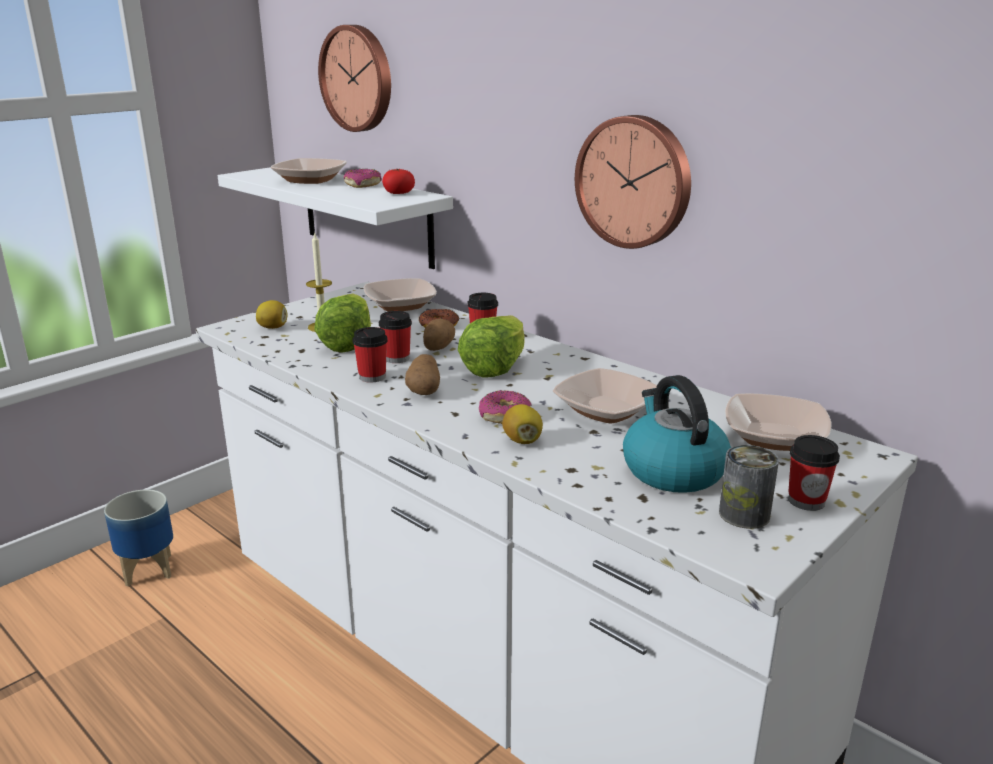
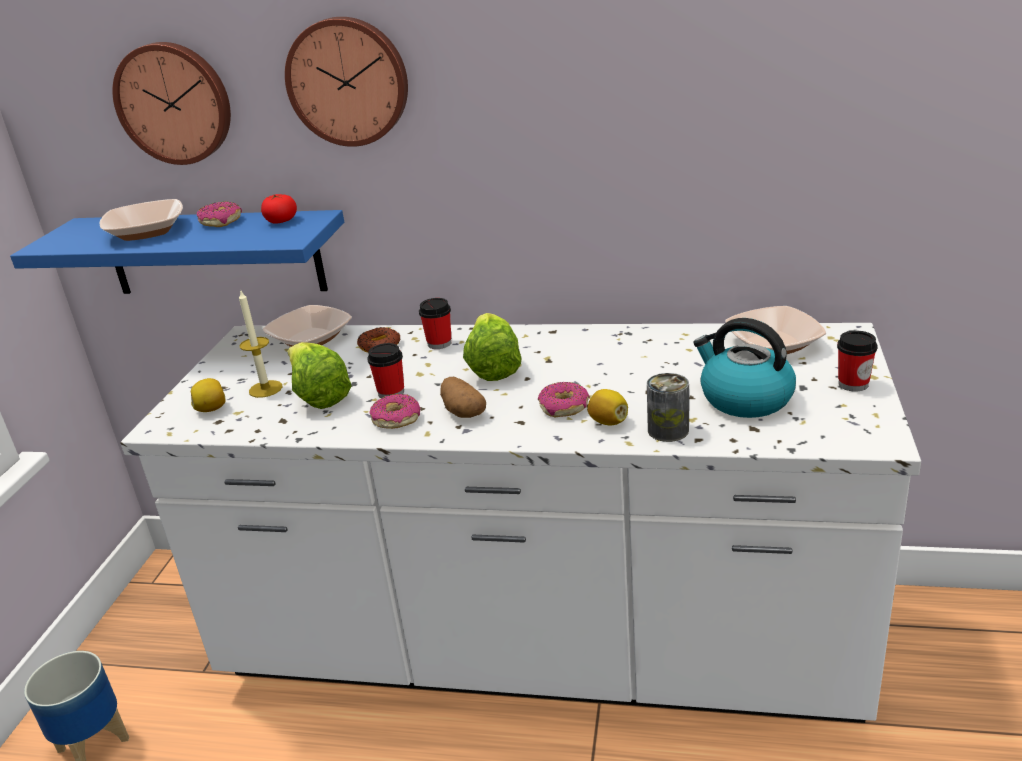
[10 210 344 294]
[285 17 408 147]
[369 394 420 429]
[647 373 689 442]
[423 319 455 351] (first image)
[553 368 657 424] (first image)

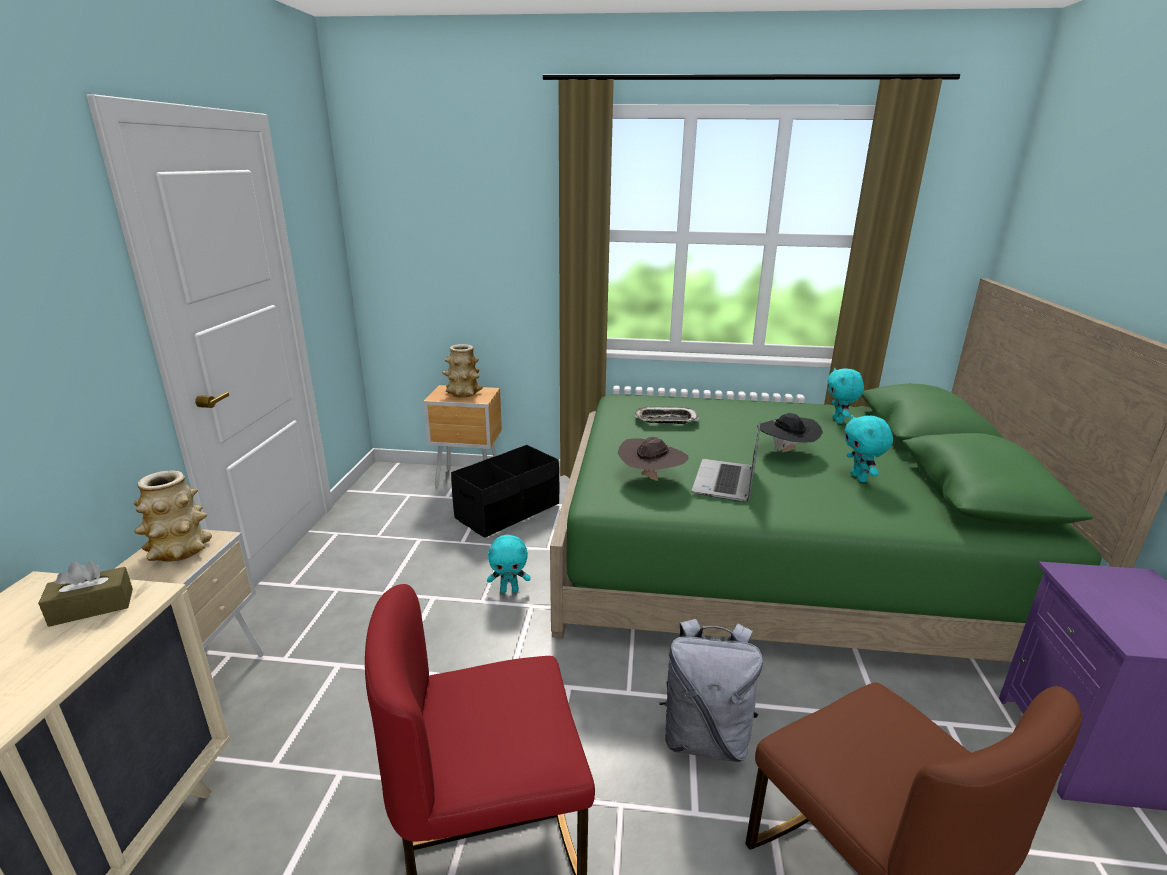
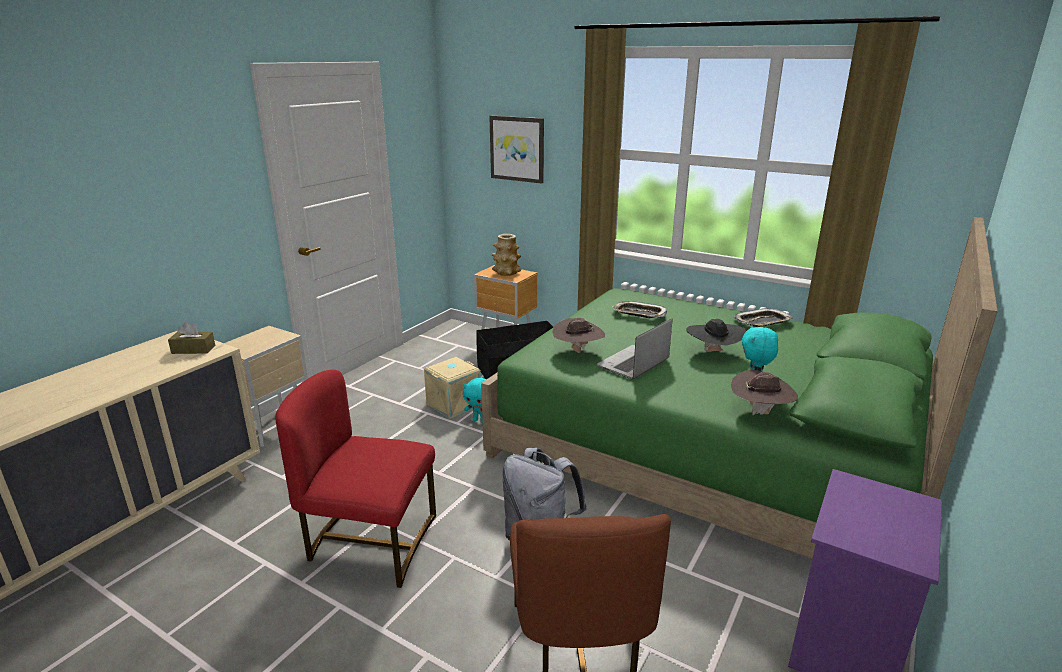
[424 357 481 419]
[489 116 544 183]
[731 370 798 415]
[733 308 793 327]
[134 470 212 561] (first image)
[827 368 864 424] (first image)

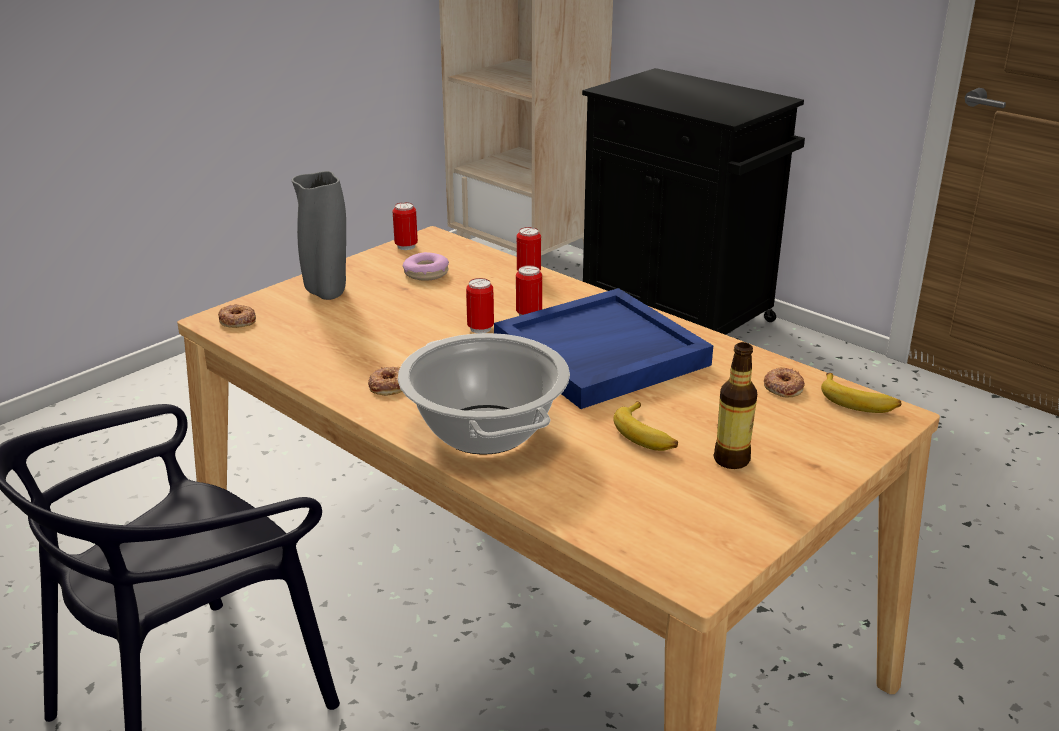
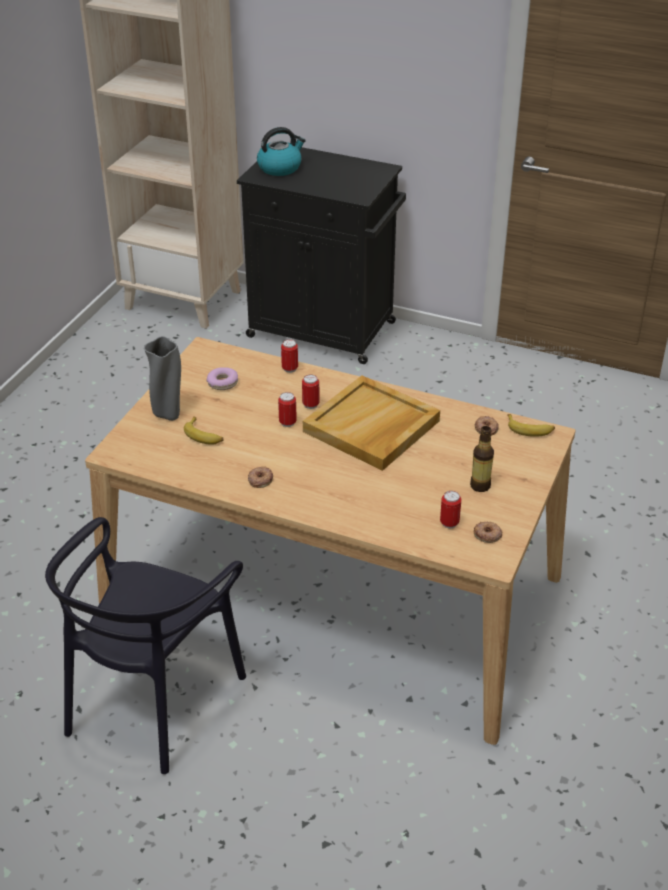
[184 417 223 445]
[257 127 306 176]
[303 375 440 471]
[440 491 461 528]
[474 522 502 543]
[398 333 570 455] (first image)

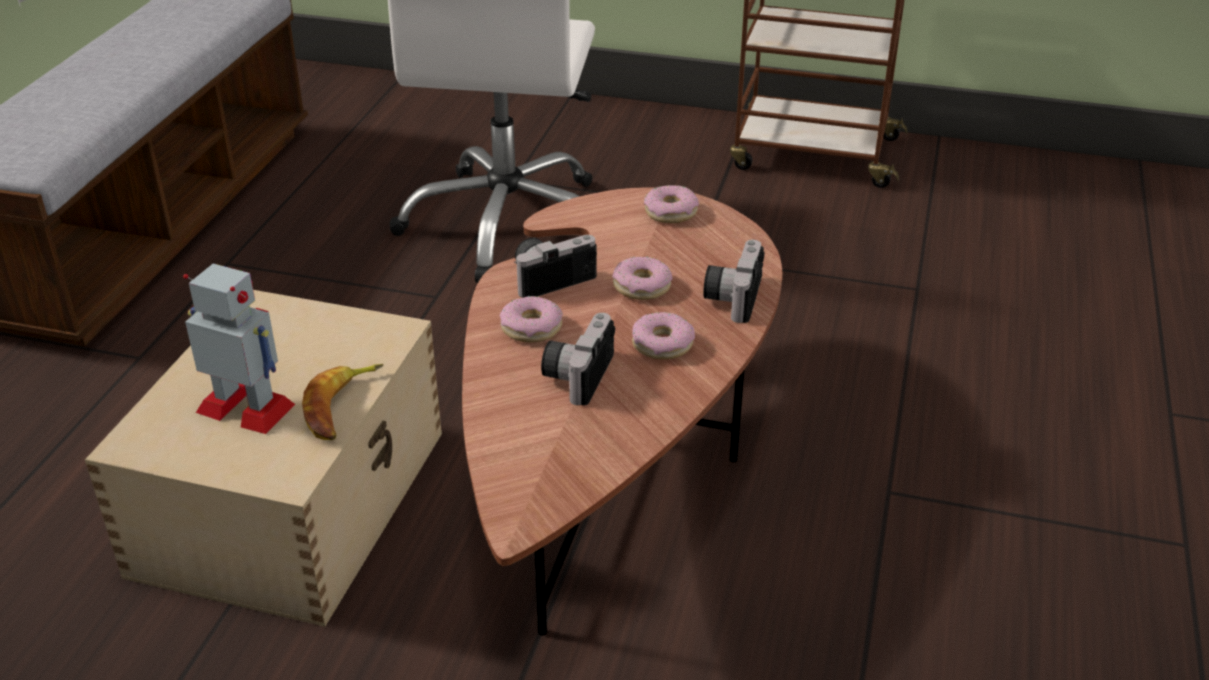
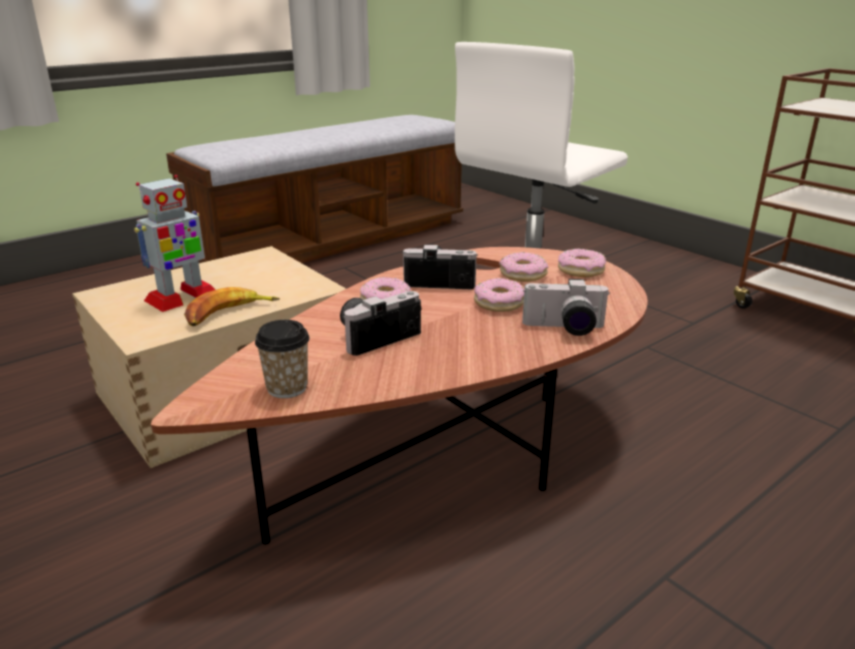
[134 175 215 312]
[255 320 309 398]
[499 252 548 282]
[522 279 610 336]

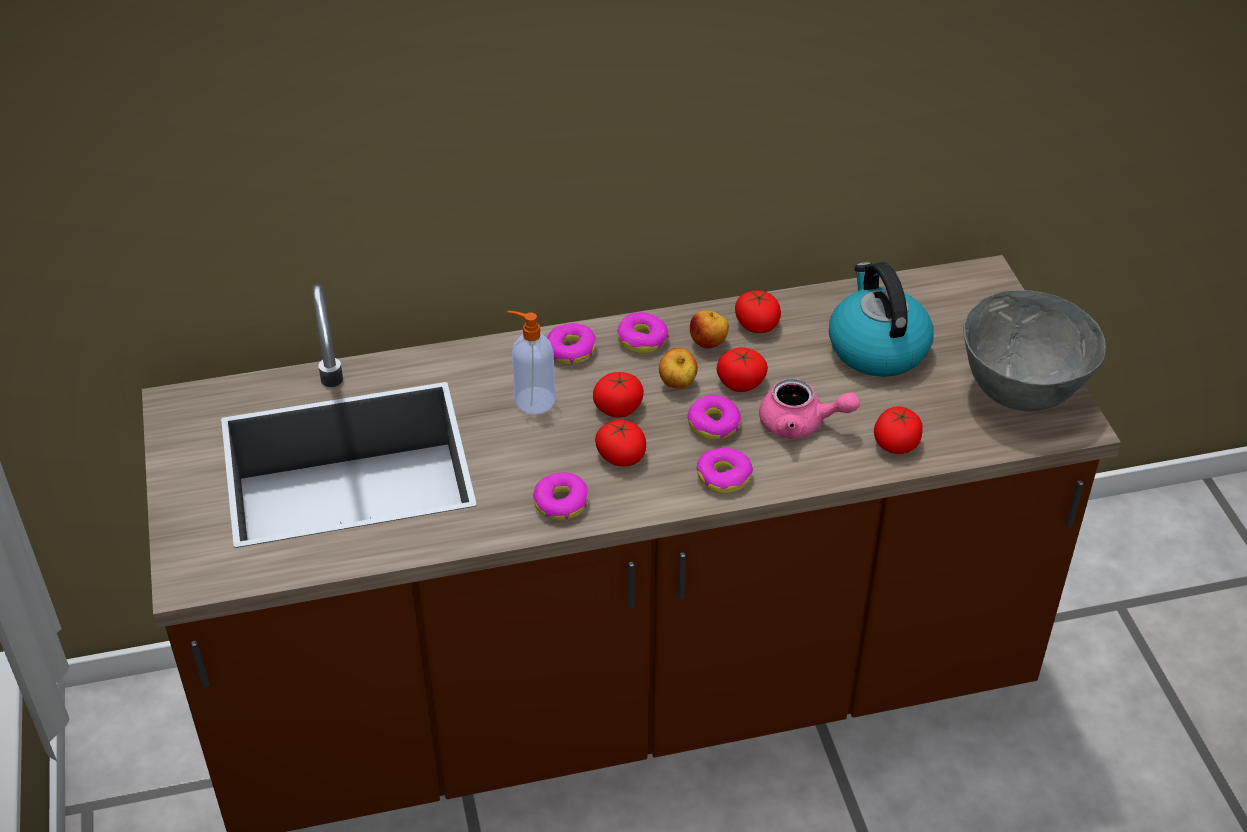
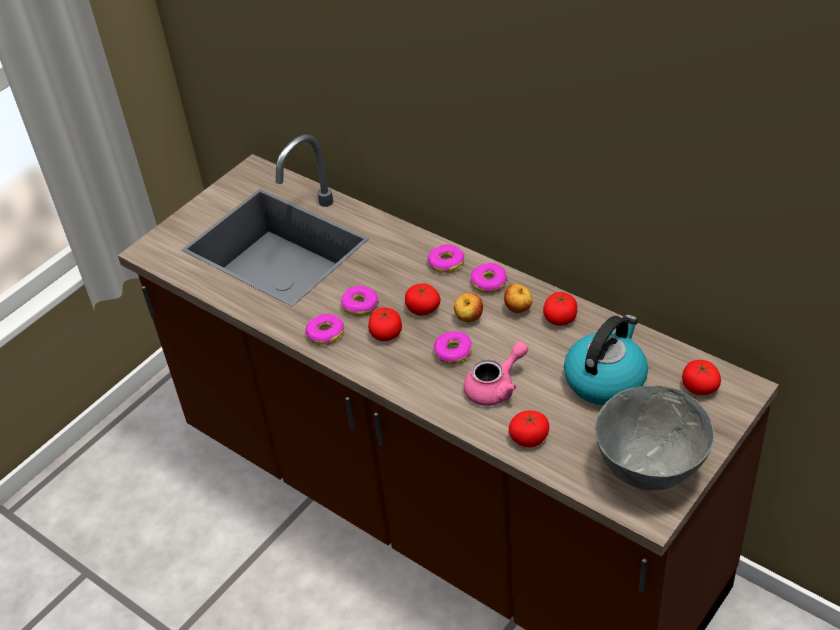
[341 286 379 317]
[464 341 528 406]
[682 360 721 395]
[507 311 555 414] (first image)

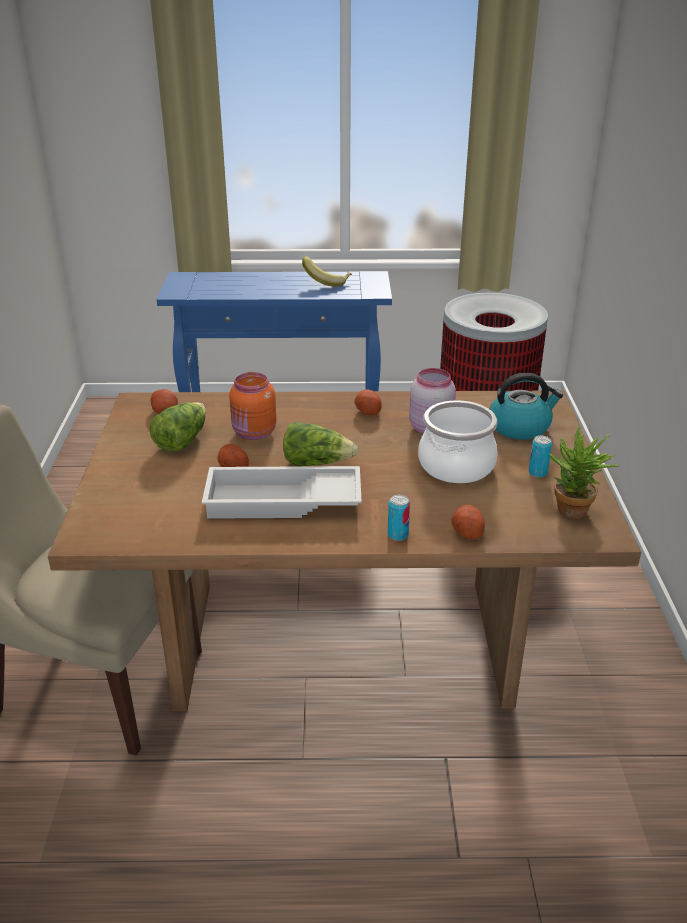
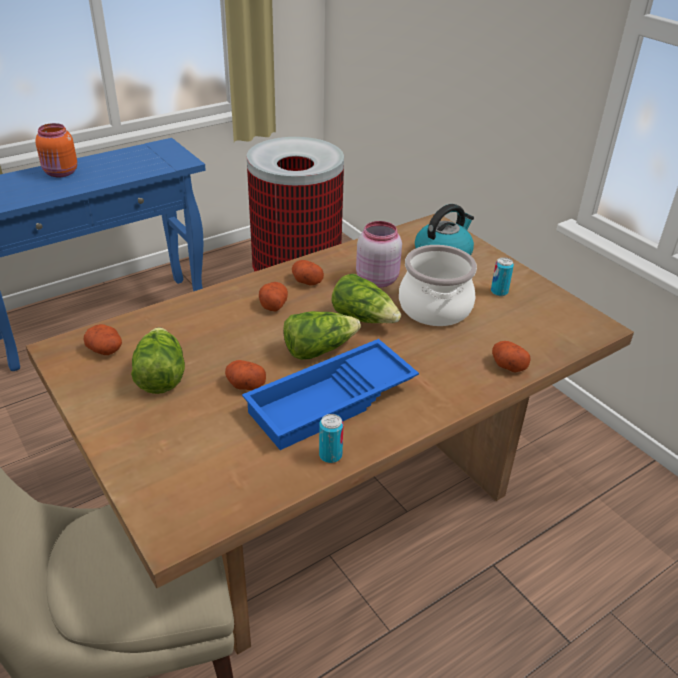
[35 123 77 177]
[242 339 419 450]
[259 282 288 311]
[319 414 343 463]
[332 274 401 323]
[302 256 352 287] (first image)
[549 426 620 519] (first image)

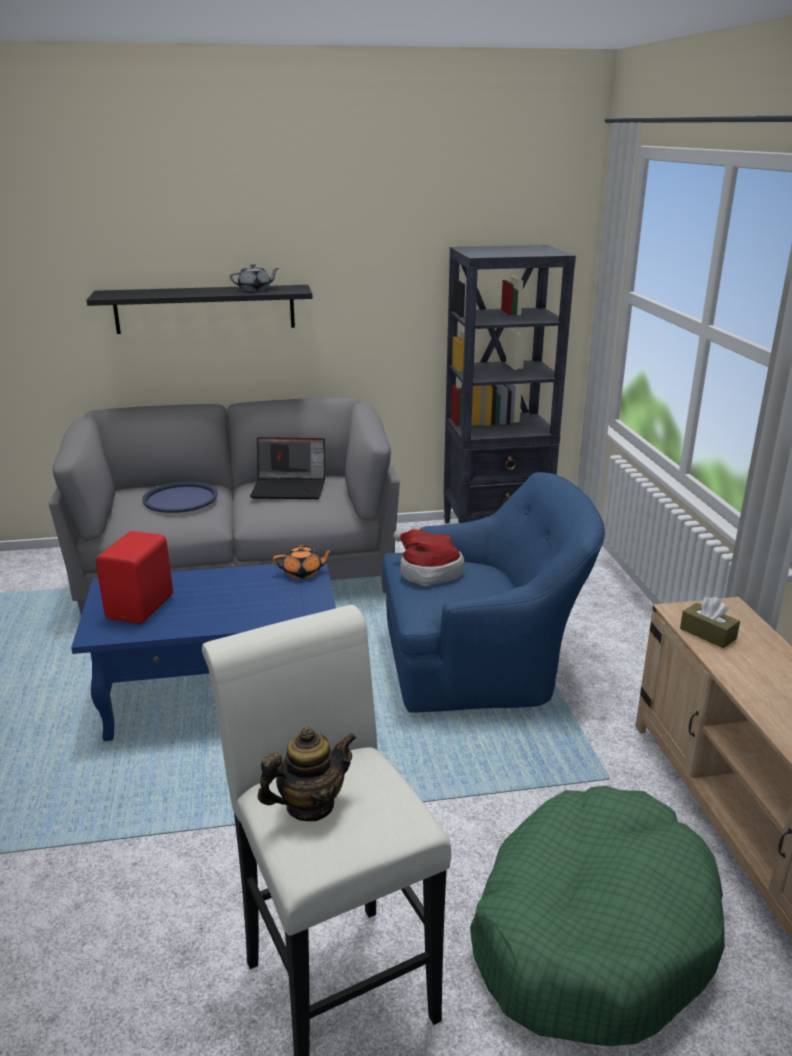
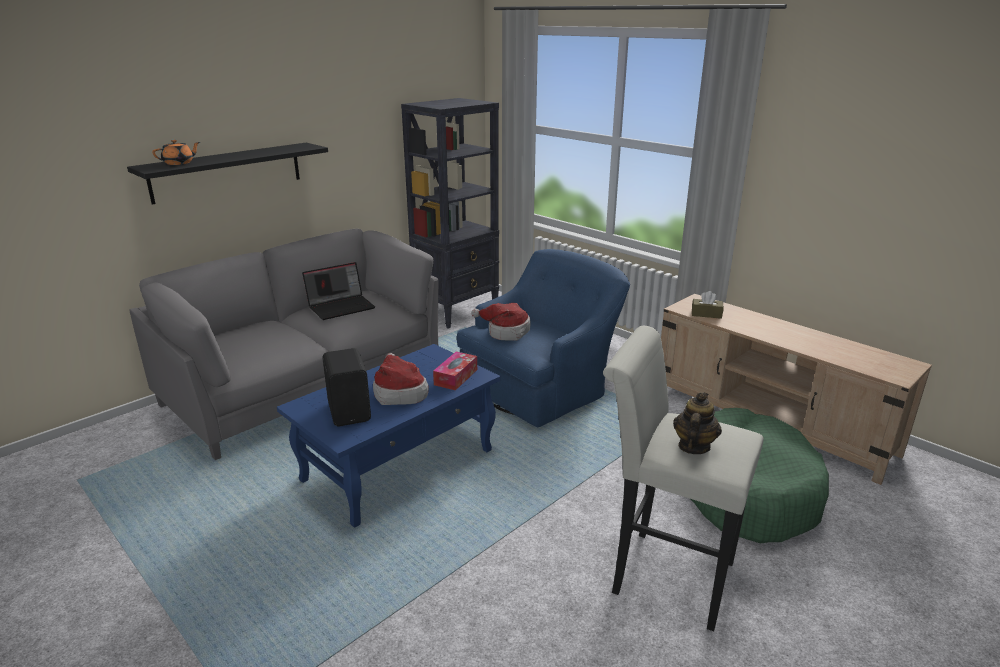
[152 140 200 165]
[322 348 371 426]
[373 353 429 405]
[433 351 477 391]
[142 482 218 513] (first image)
[230 264 279 291] (first image)

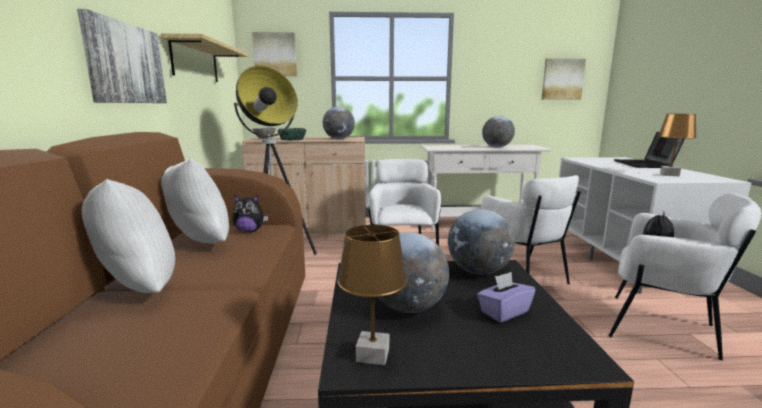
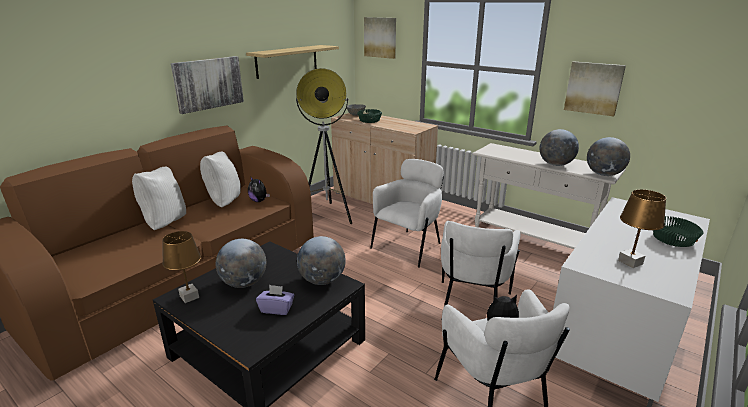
[564 61 626 116]
[587 137 630 176]
[653 216 704 247]

